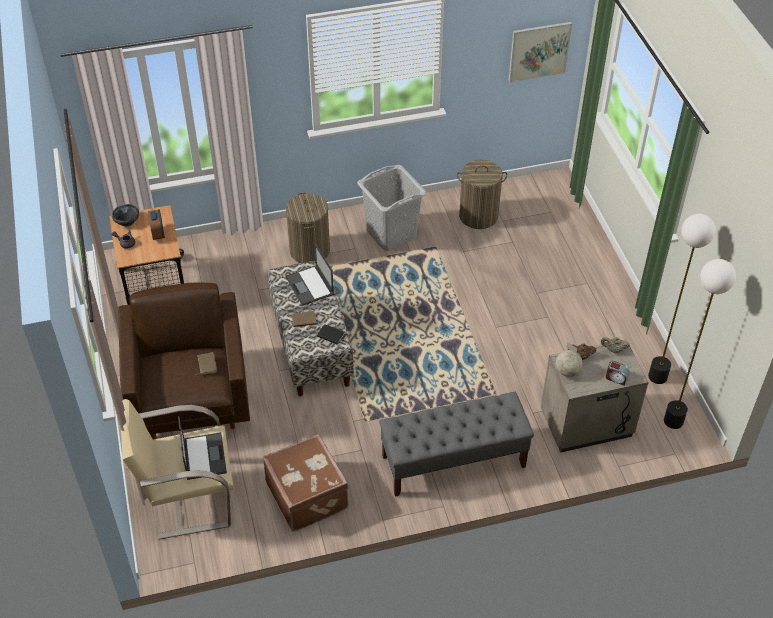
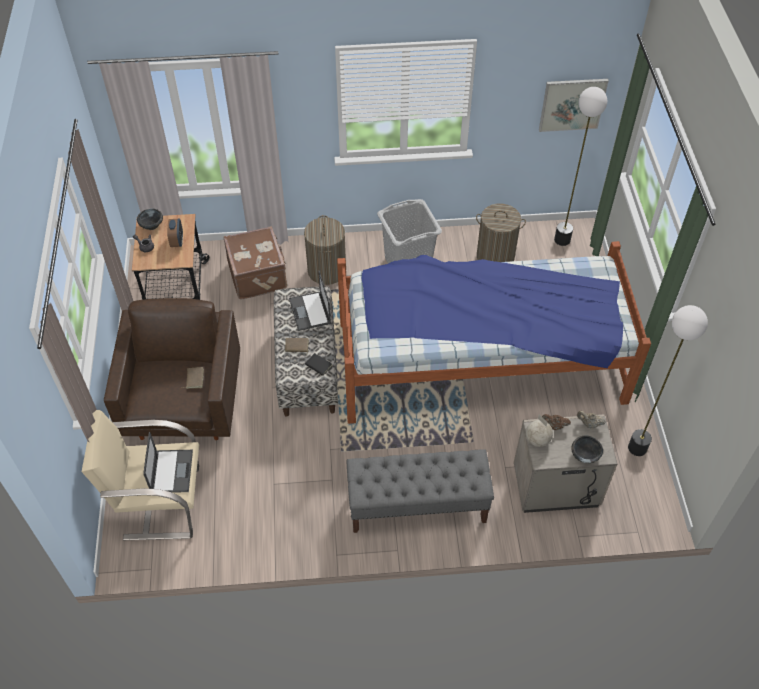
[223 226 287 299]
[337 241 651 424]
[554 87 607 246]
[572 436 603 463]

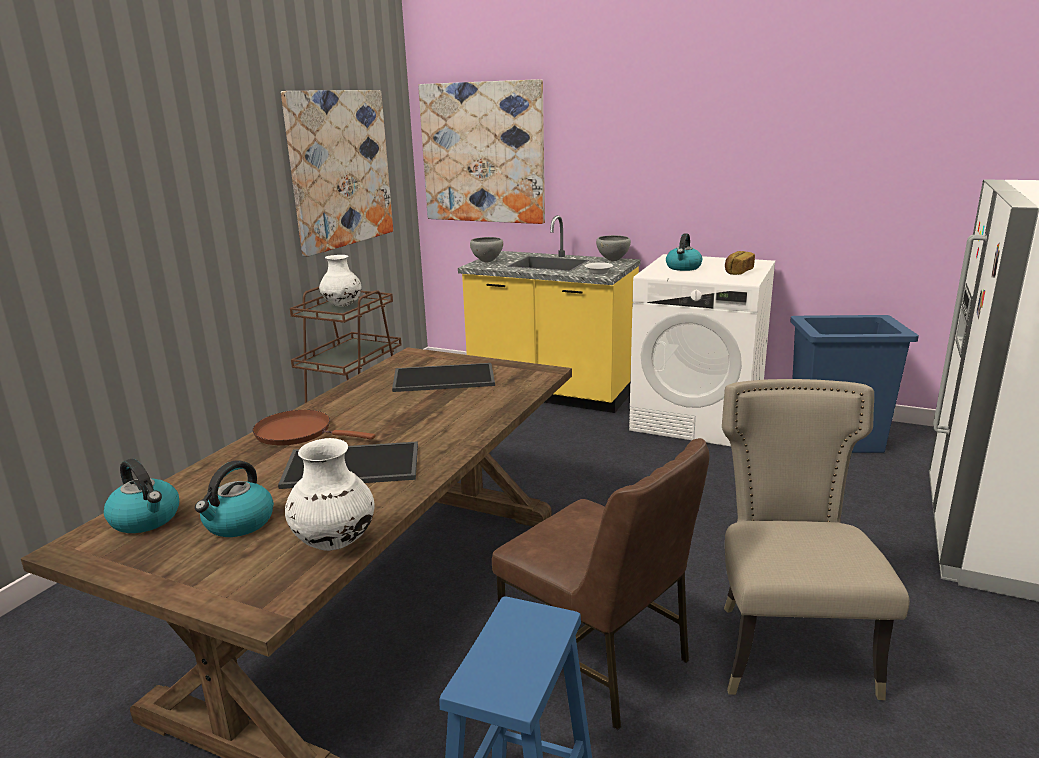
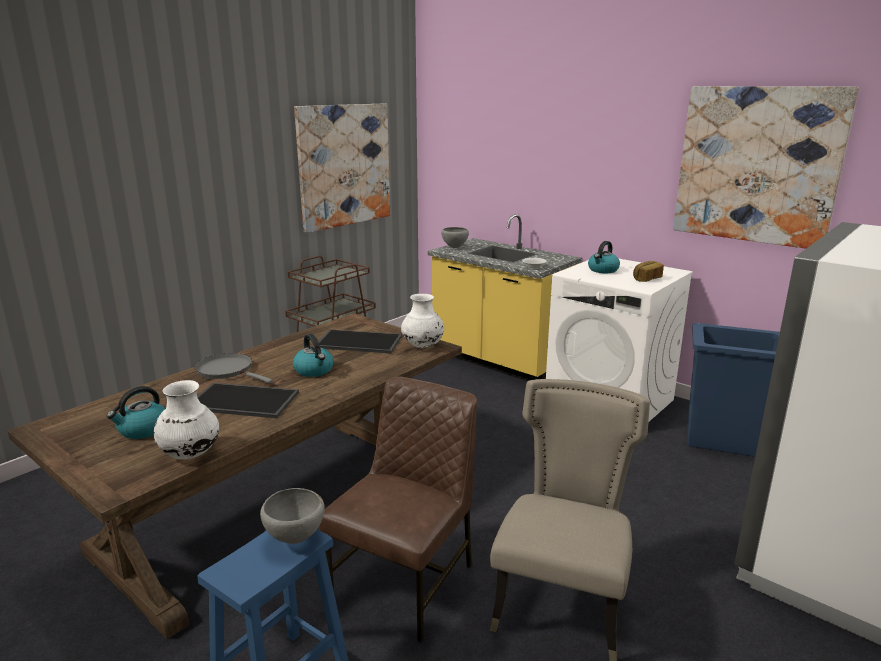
[195 353 273 383]
[260 488 325 544]
[293 334 334 377]
[319 376 477 643]
[401 294 444 348]
[673 86 859 249]

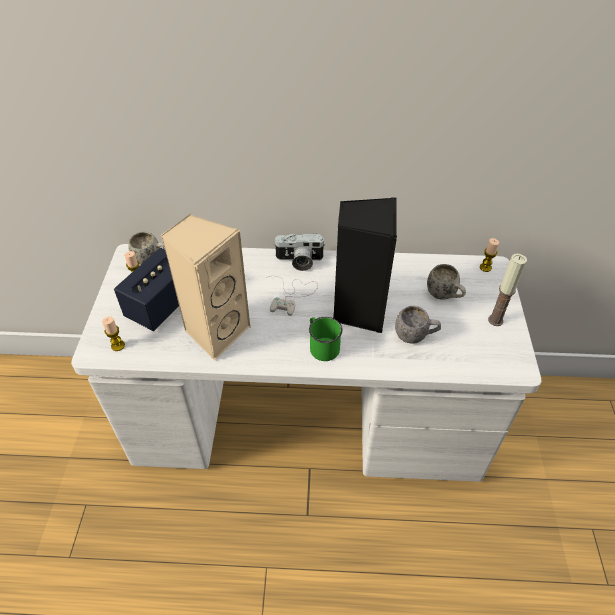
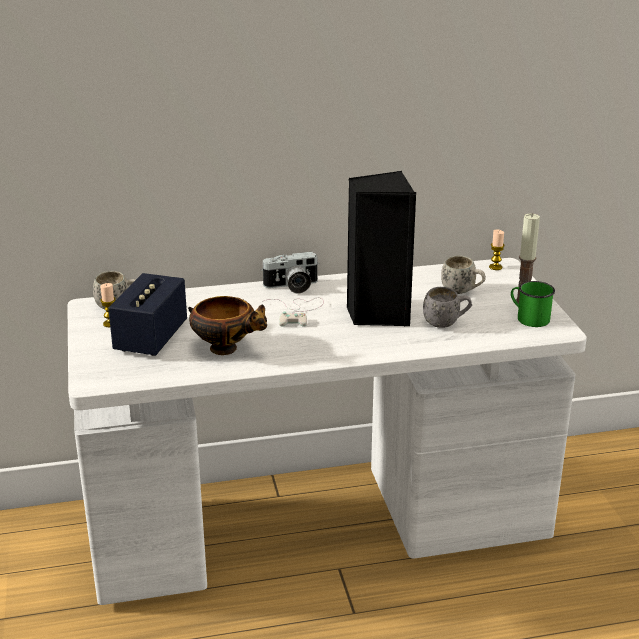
[188 296 267 355]
[511 281 555 327]
[102 317 125 351] (first image)

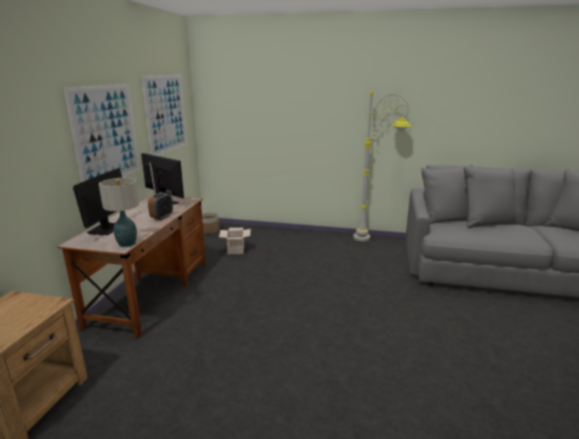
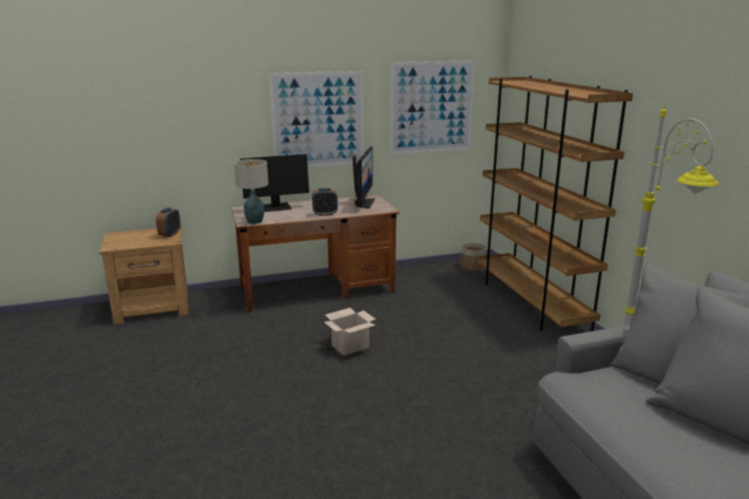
[156 208 181 237]
[324 308 375 356]
[477 76 633 331]

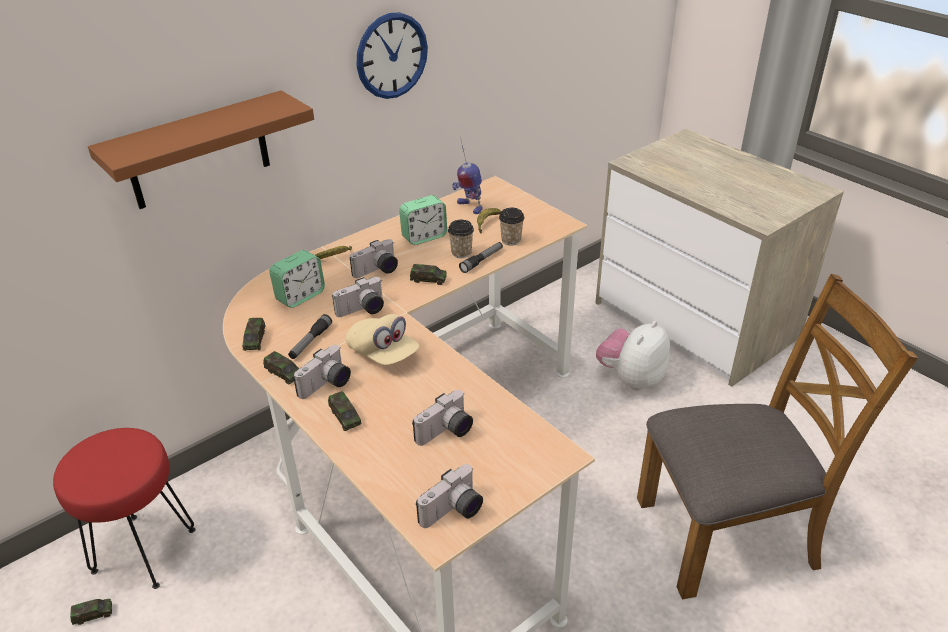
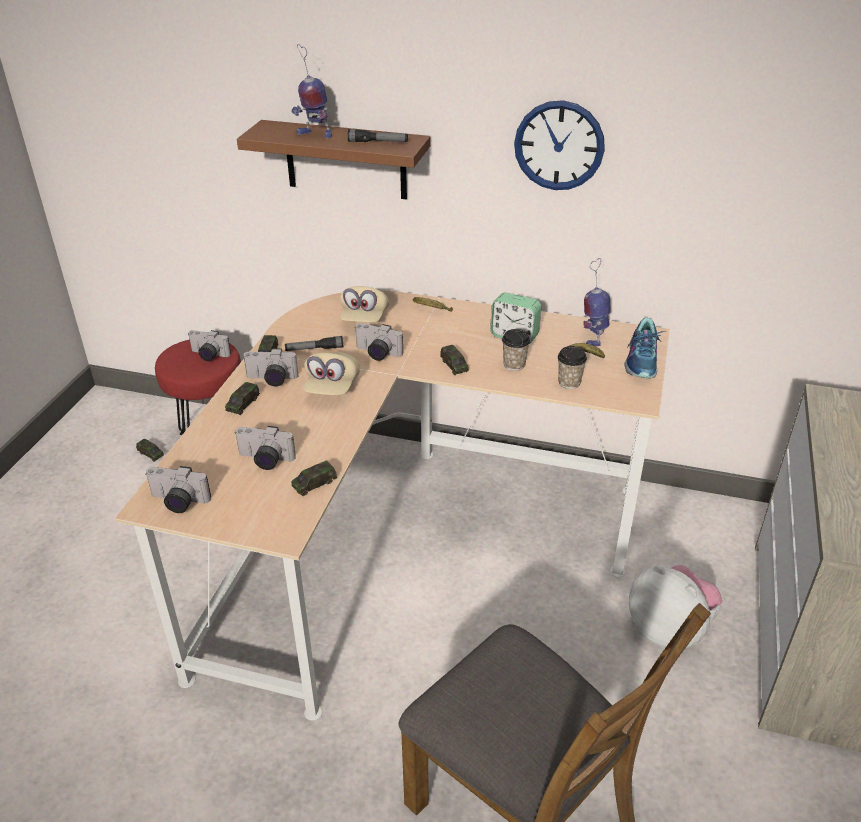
[188 330 231 361]
[291 44 332 138]
[291 461 337 496]
[340 286 389 322]
[348 129 408 142]
[625 318 664 378]
[629 565 722 649]

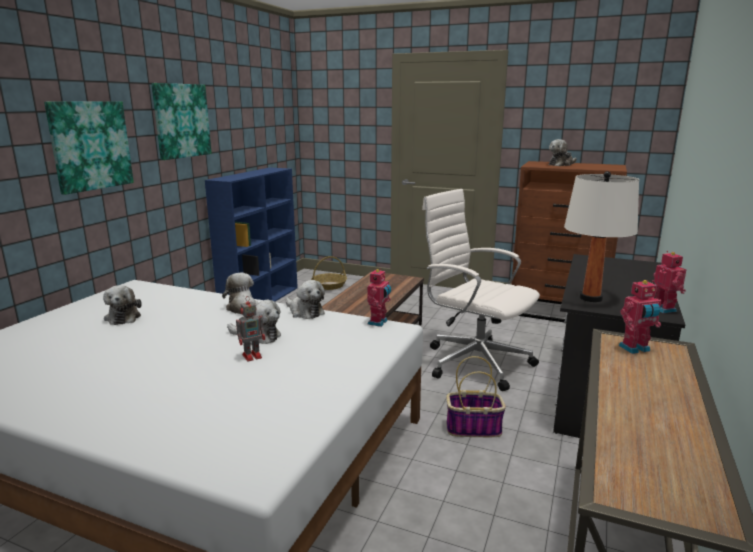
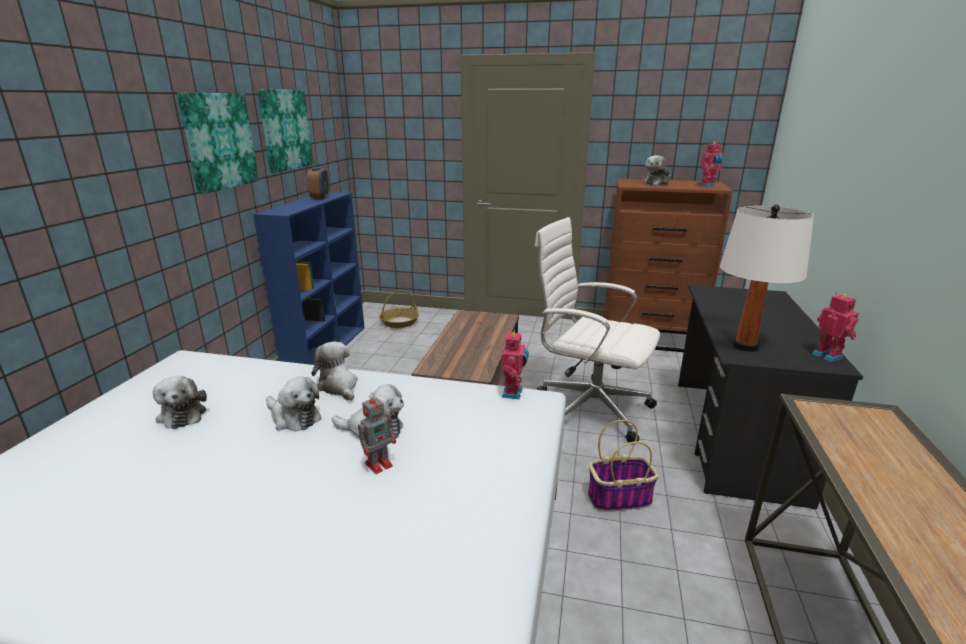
[257 89 313 173]
[266 376 321 432]
[307 167 330 200]
[699 141 723 187]

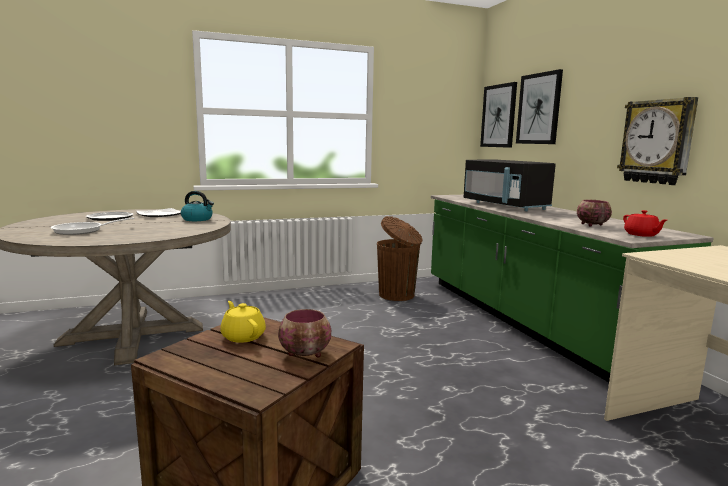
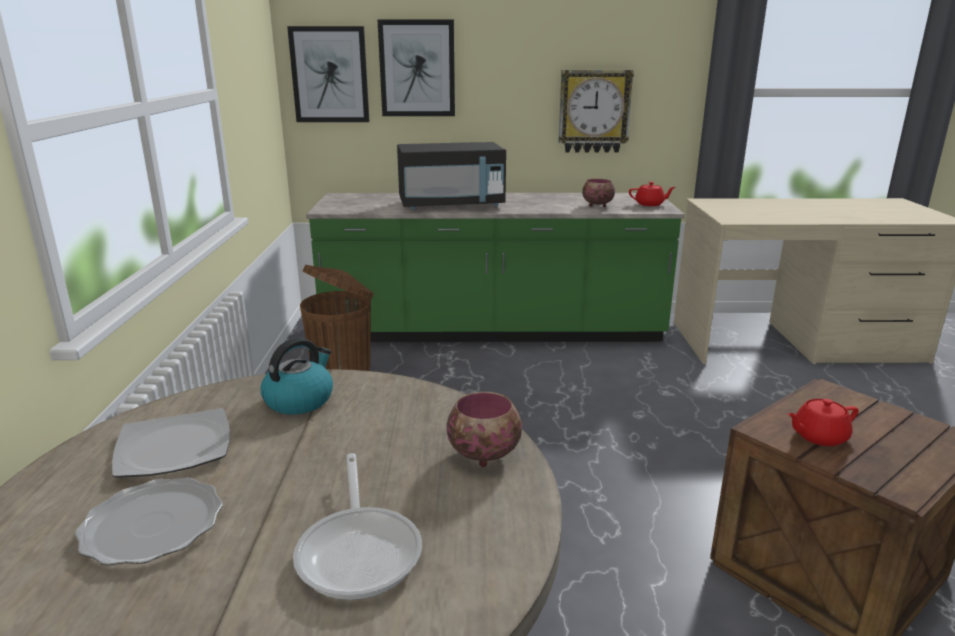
[446 392 522 467]
[787 399 859 446]

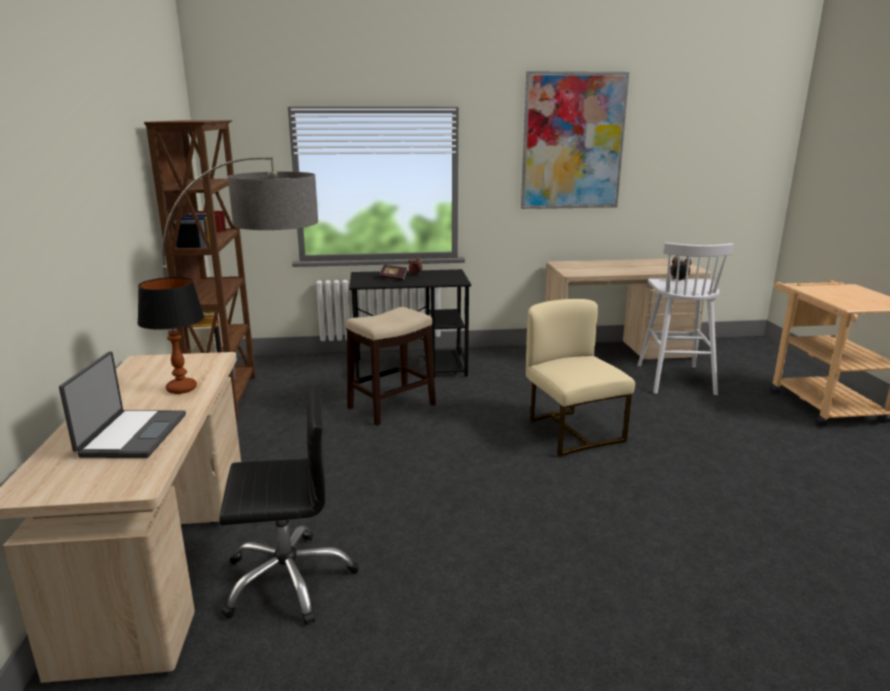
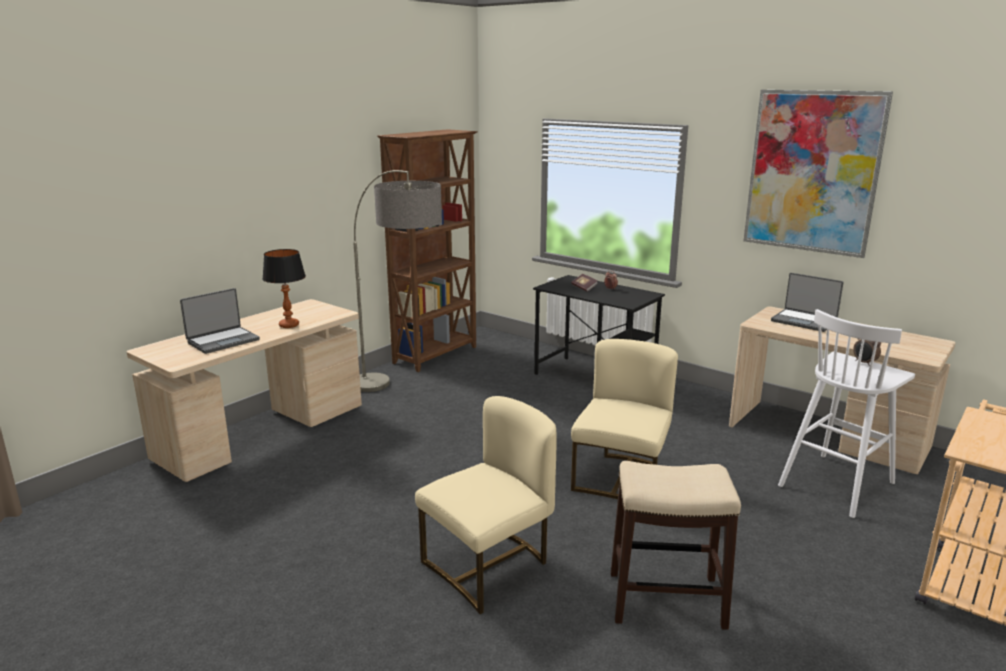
[415 396 557 614]
[611 461 741 630]
[771 273 844 332]
[219 384 359 625] (first image)

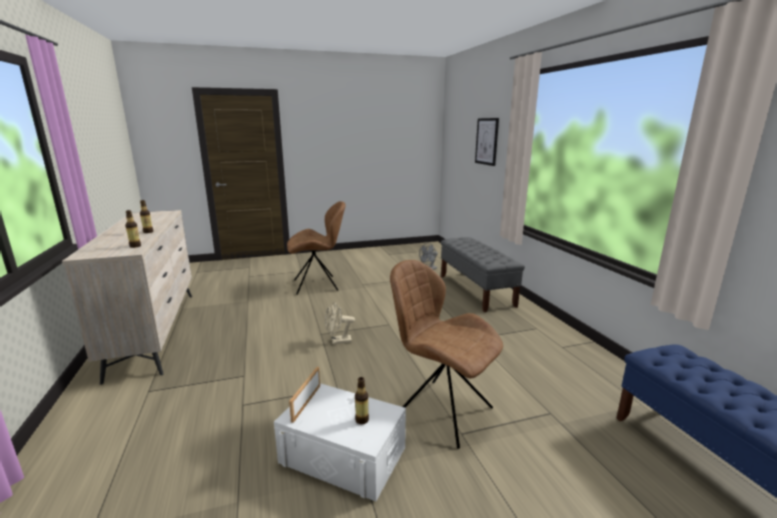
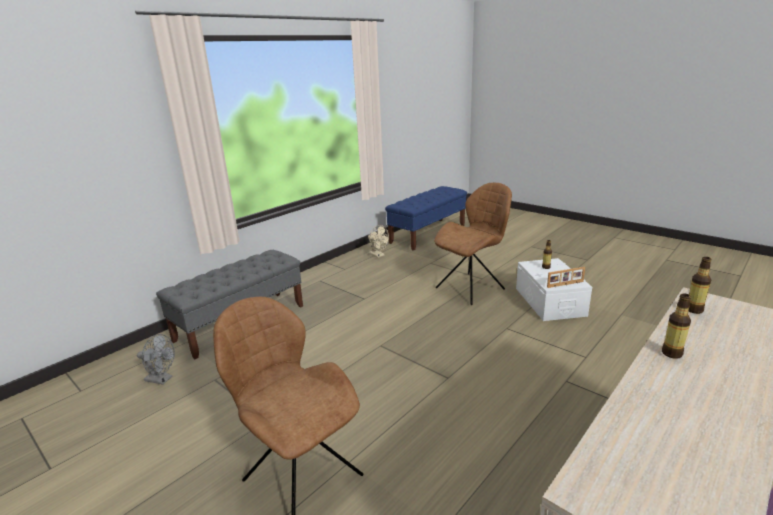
[368 225 389 258]
[434 183 512 305]
[475 118 499 166] (first image)

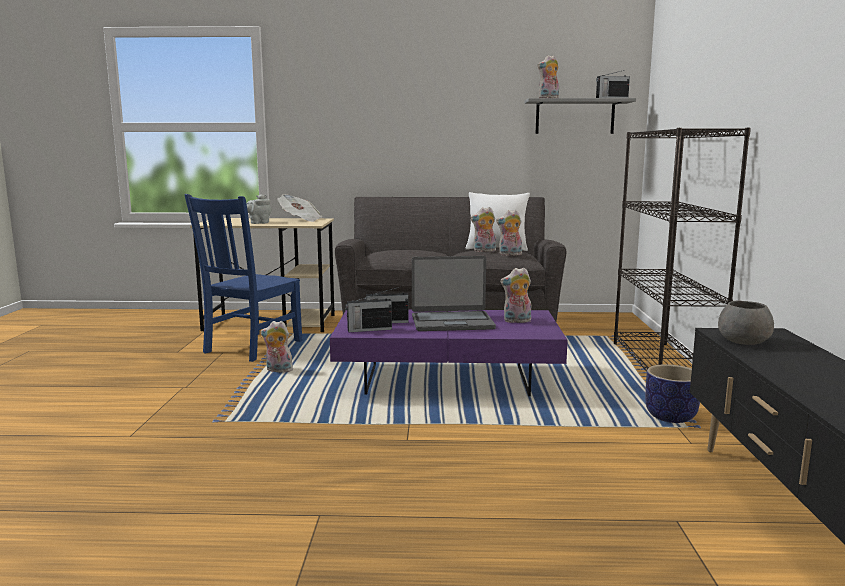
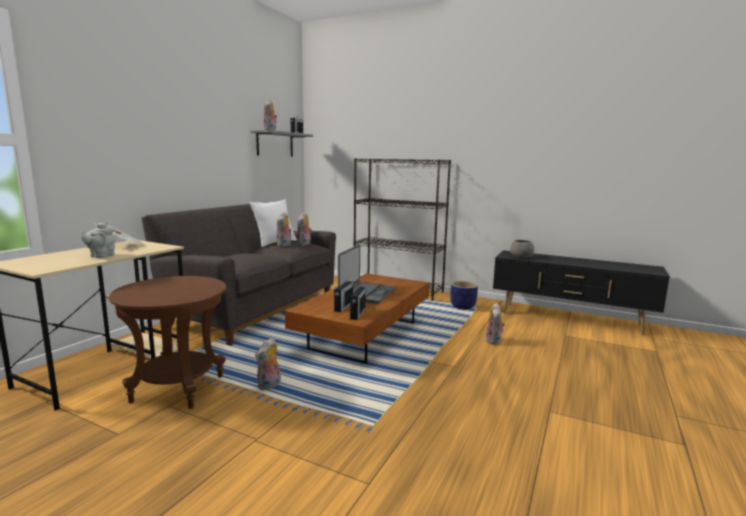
[109 276 226 409]
[285 273 429 363]
[485 303 505 345]

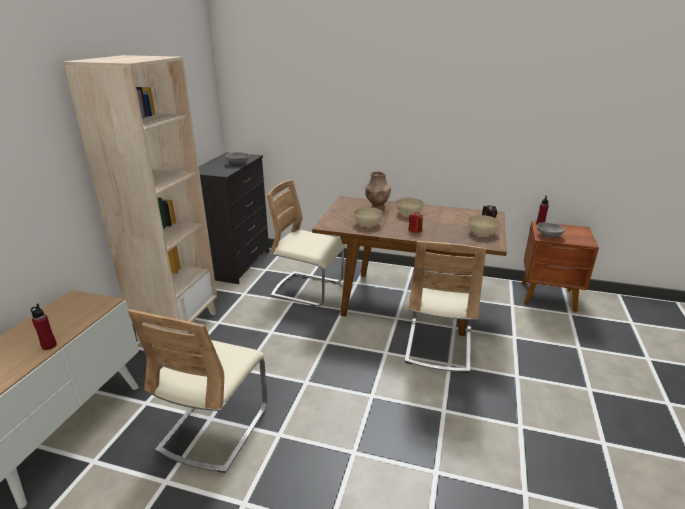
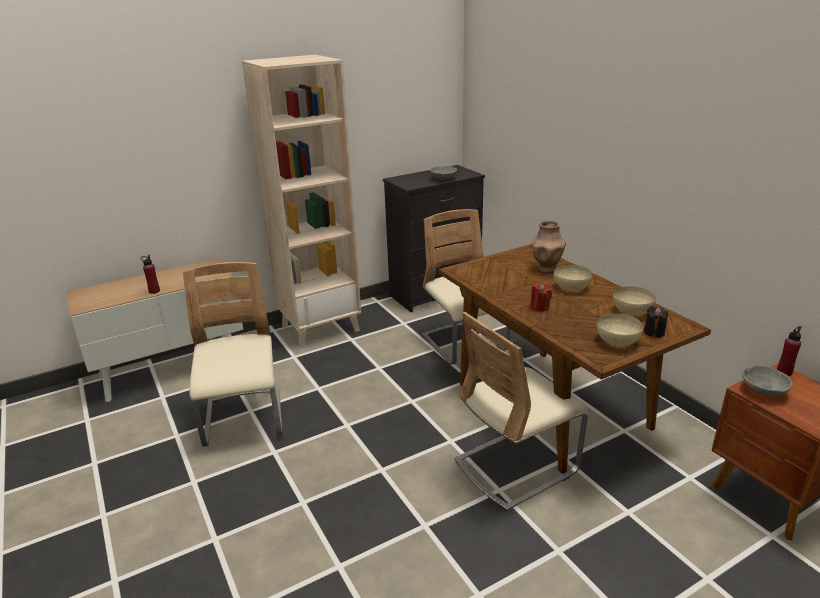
[183 262 282 447]
[613 287 656 316]

